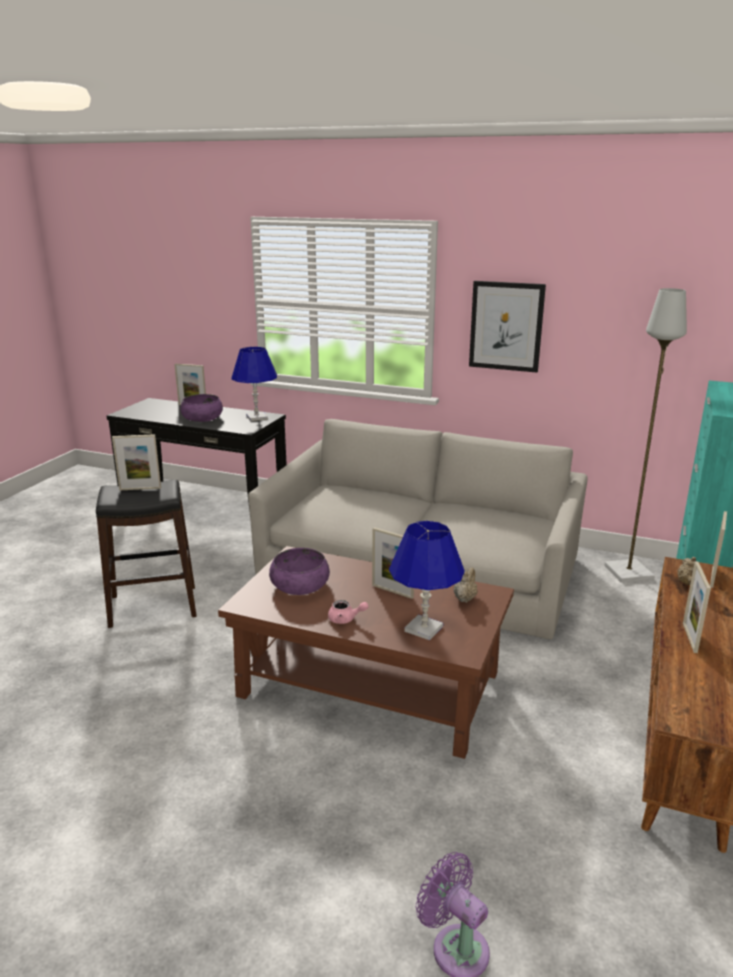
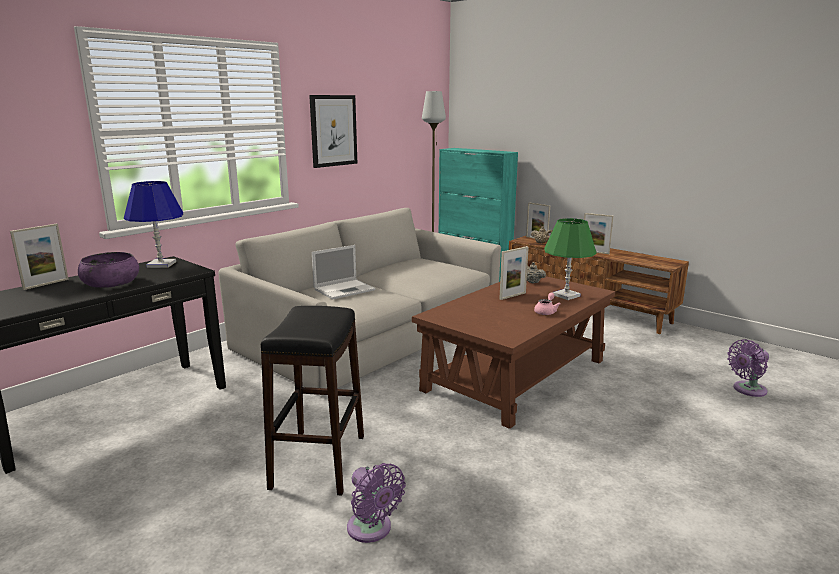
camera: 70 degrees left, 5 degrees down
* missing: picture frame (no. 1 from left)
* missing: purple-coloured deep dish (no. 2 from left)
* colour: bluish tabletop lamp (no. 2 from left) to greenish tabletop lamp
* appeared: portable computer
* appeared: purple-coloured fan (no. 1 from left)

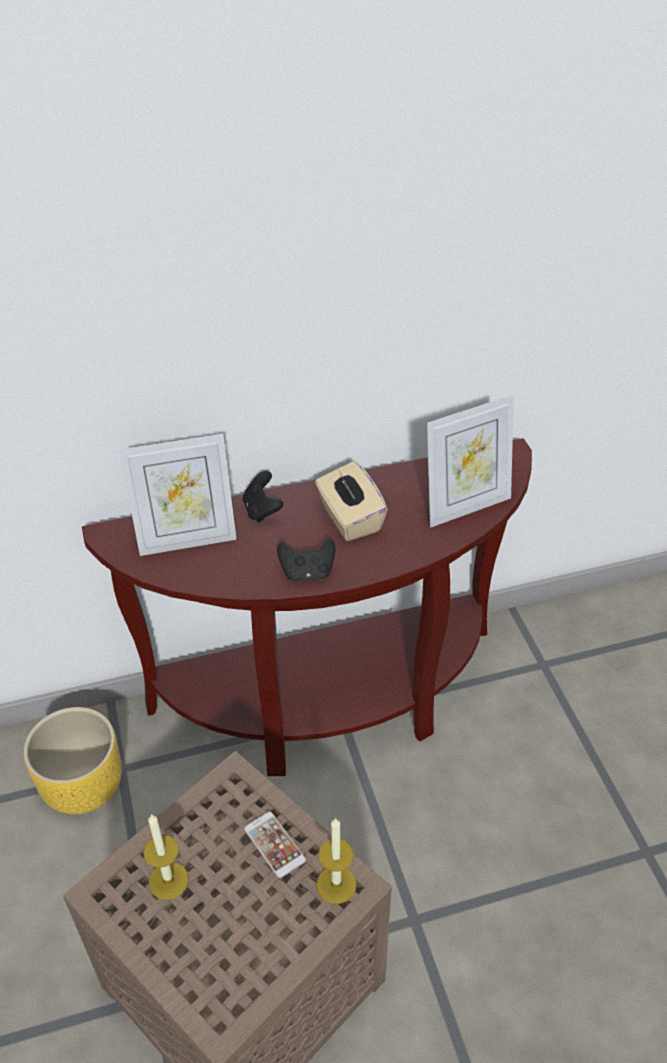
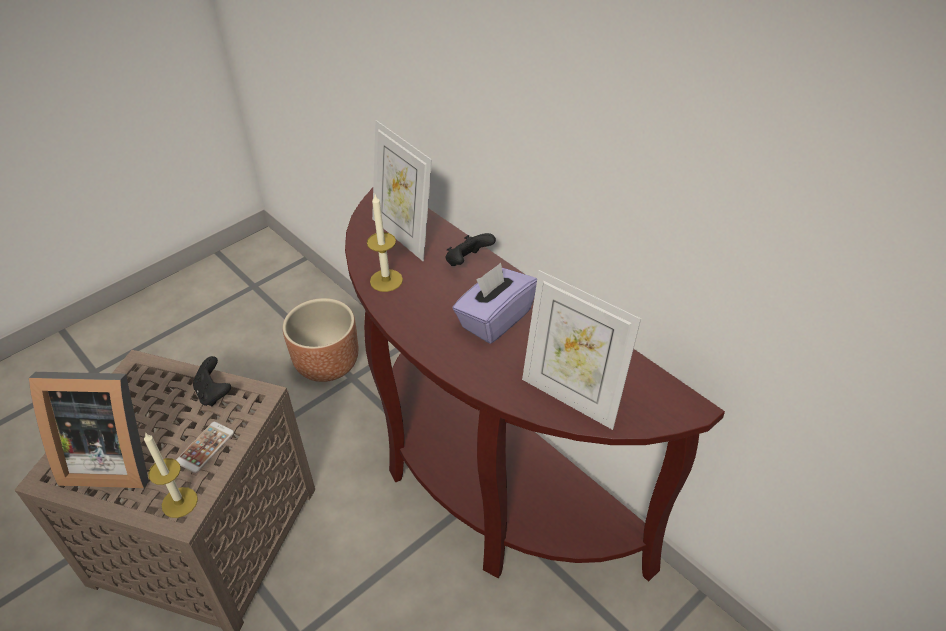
camera: 65 degrees right, 0 degrees up
* colour: yellow flower pot to brownish flower pot
* relocated: wax light (no. 1 from left in the first image) to wax light (no. 2 from left)
* relocated: blackish joypad (no. 2 from left in the first image) to blackish joypad (no. 1 from left)
* colour: beige tissue box to purple-coloured tissue box
* appeared: picture frame (no. 1 from left)

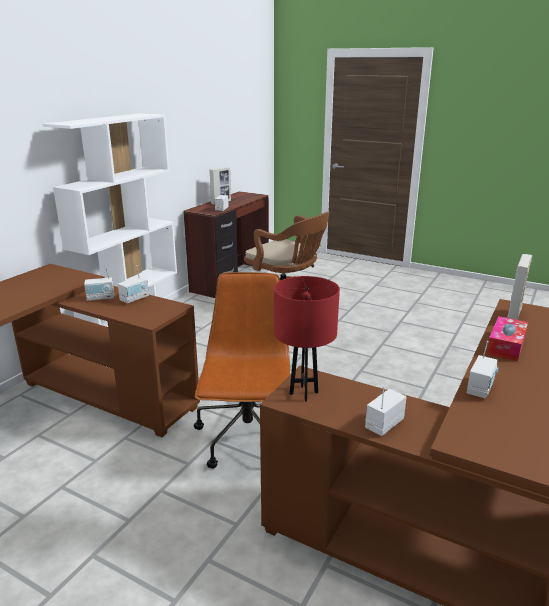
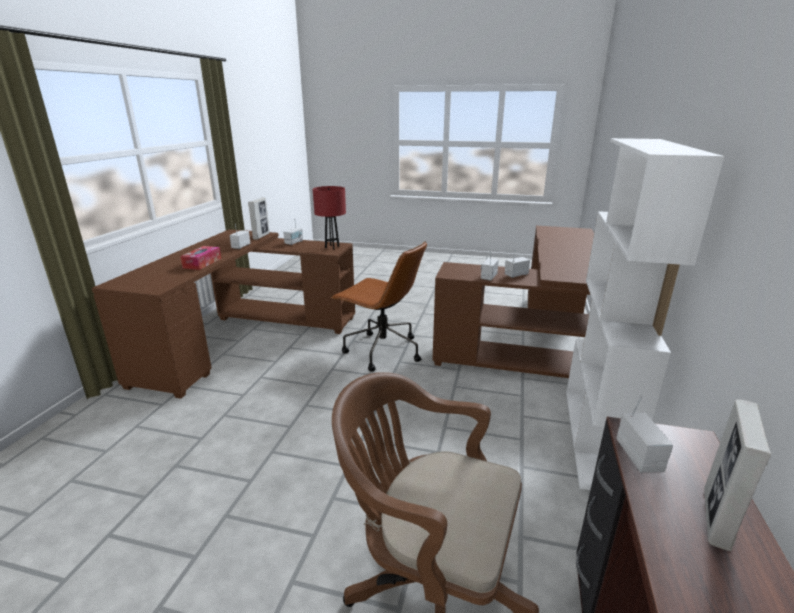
camera: 165 degrees right, 0 degrees up
* spun: brownish desk chair (no. 1 from left) 45 degrees counterclockwise
* relocated: picture frame (no. 2 from left in the first image) to picture frame (no. 1 from left)

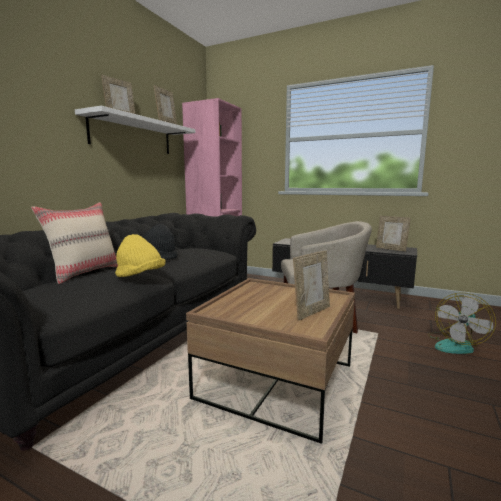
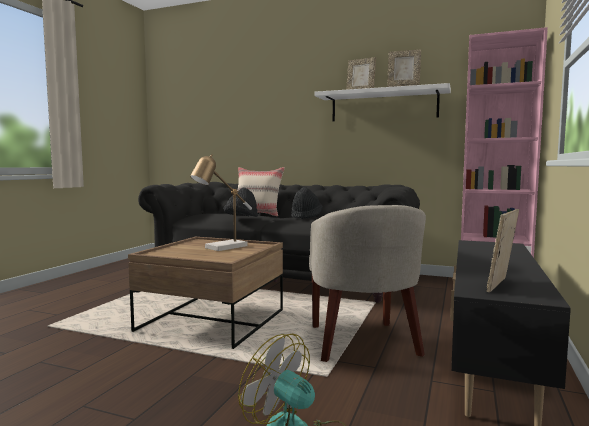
camera: 85 degrees right, 5 degrees down
* colour: yellow hat to blackish hat (no. 1 from left)
* missing: picture frame (no. 3 from left)
* appeared: tabletop lamp

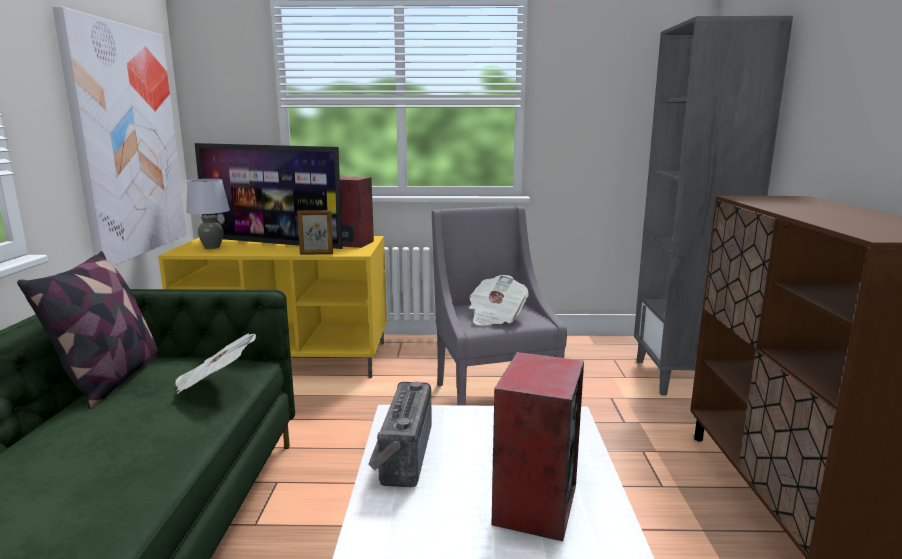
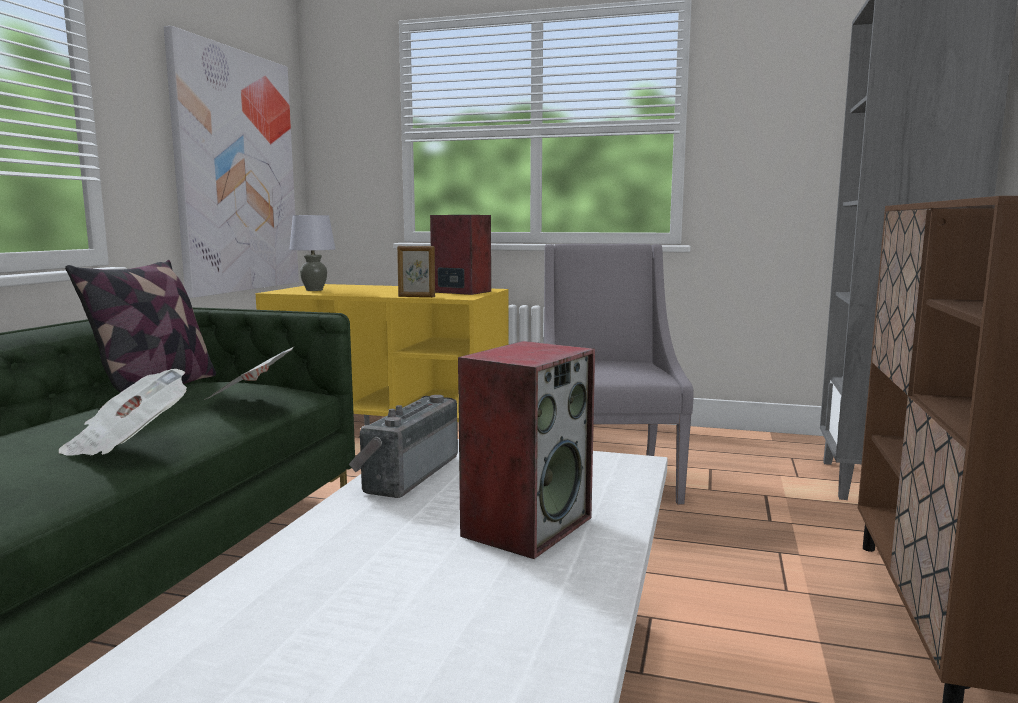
camera: 15 degrees right, 5 degrees down
* missing: television
* relocated: printed paper (no. 2 from left in the first image) to printed paper (no. 1 from left)

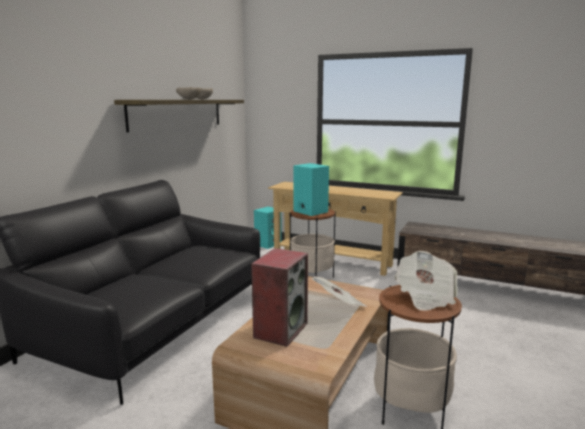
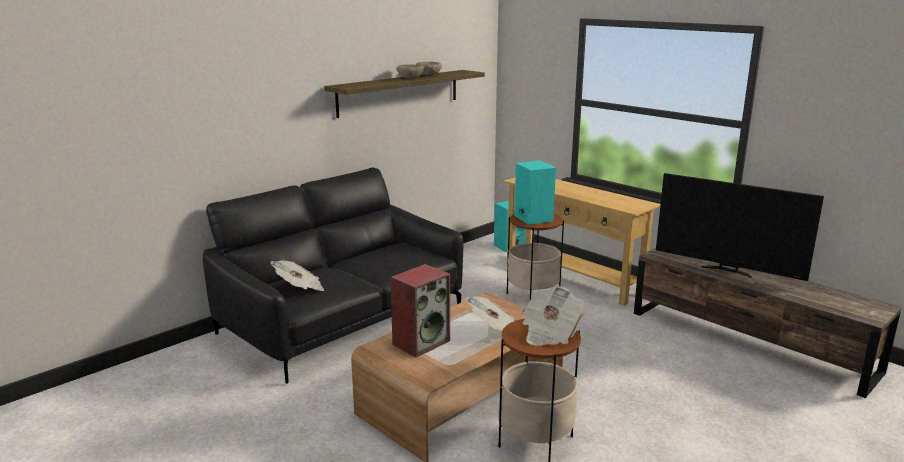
camera: 20 degrees right, 5 degrees up
* appeared: printed paper (no. 1 from left)
* appeared: television

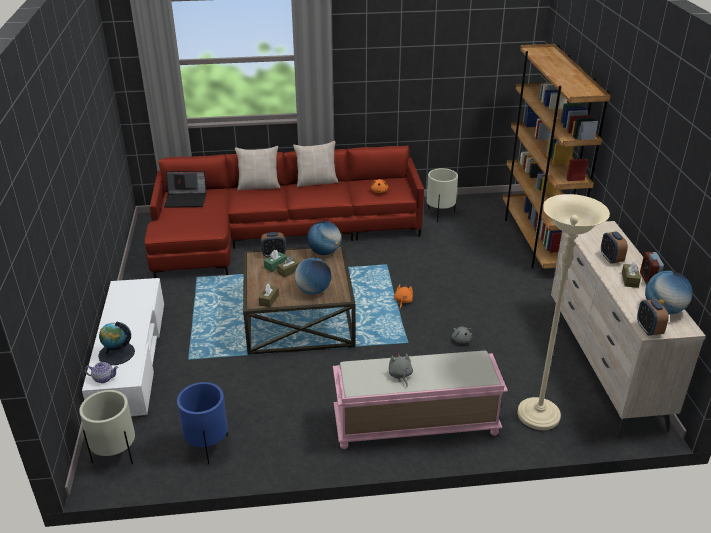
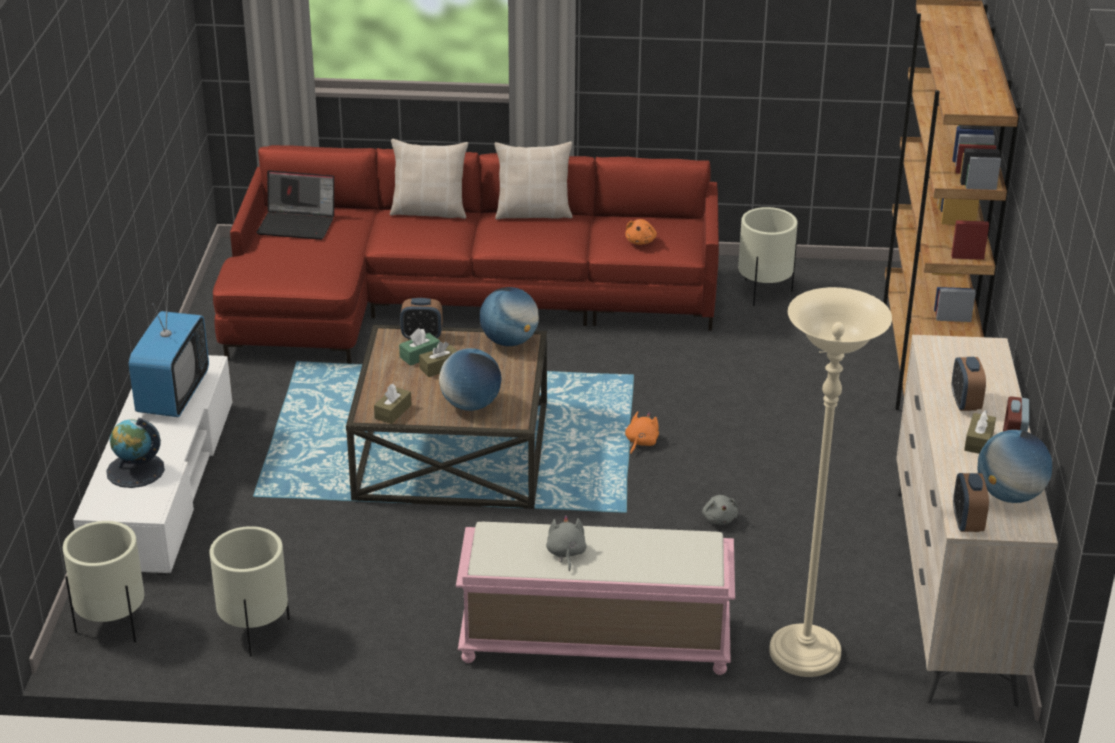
camera: 10 degrees right, 0 degrees up
* missing: teapot
* colour: bluish flower pot to beige flower pot (no. 2 from left)
* appeared: television

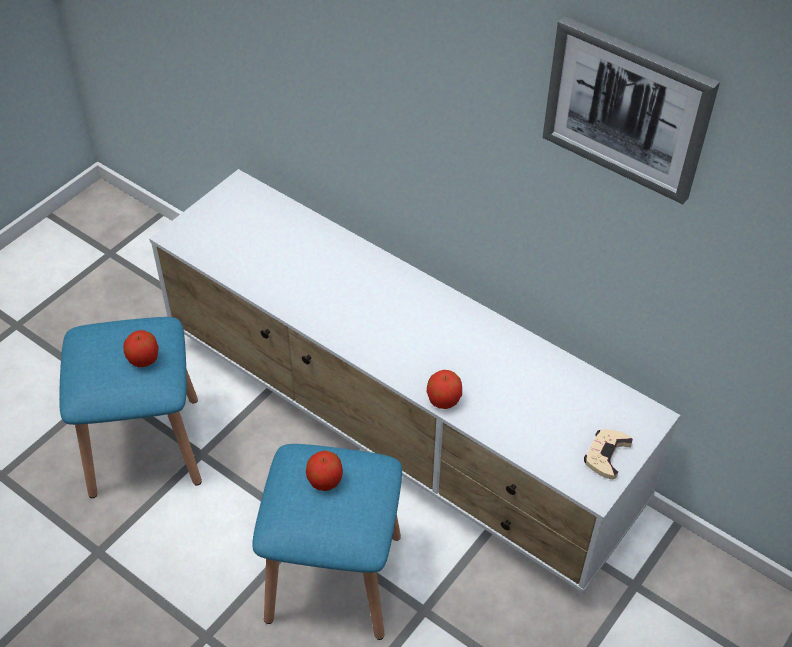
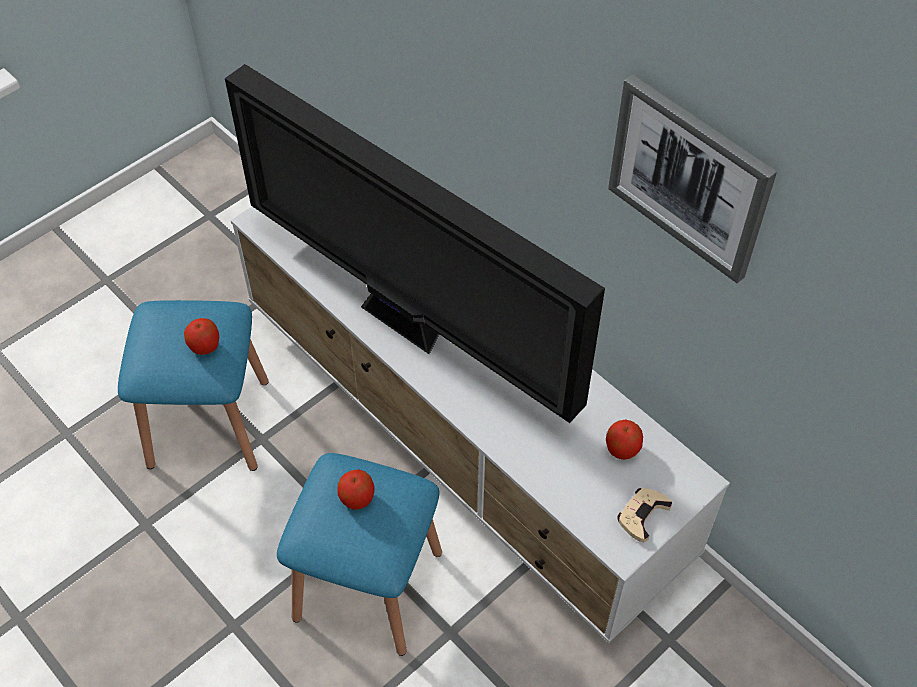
camera: 10 degrees right, 5 degrees up
* relocated: apple (no. 3 from left)
* appeared: television

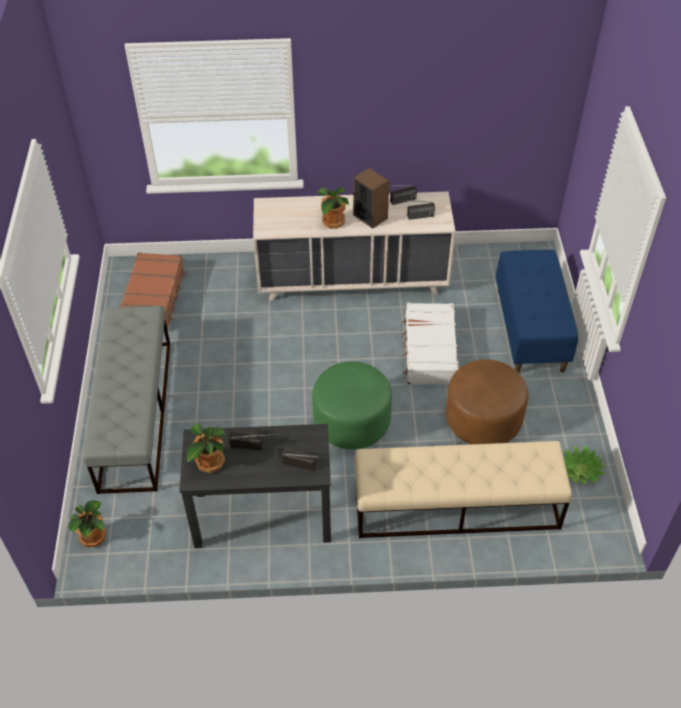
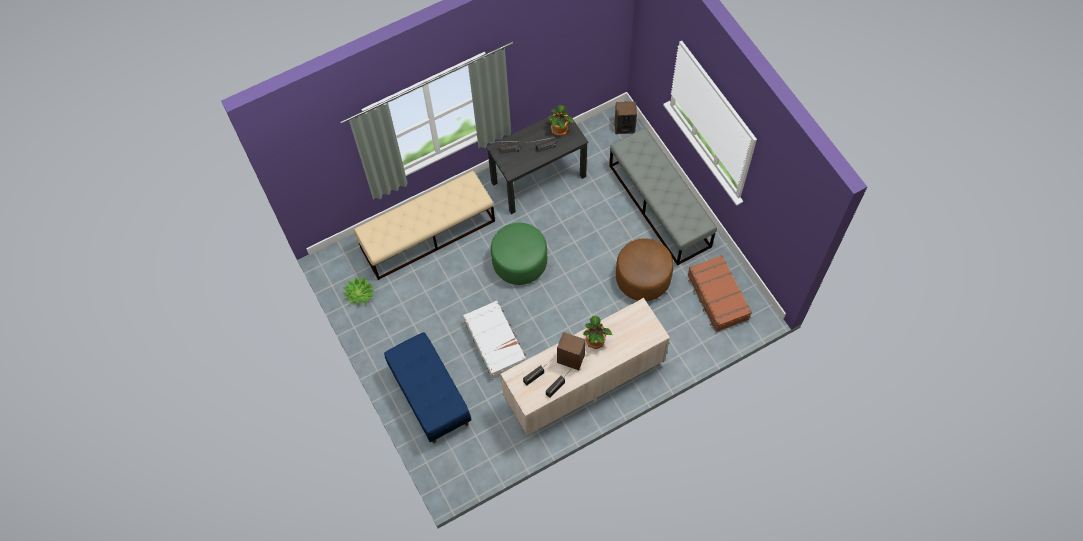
camera: 155 degrees right, 15 degrees up
* exchanged: houseplant (no. 1 from left) to audio speaker (no. 2 from left)
* relocated: brownish footrest

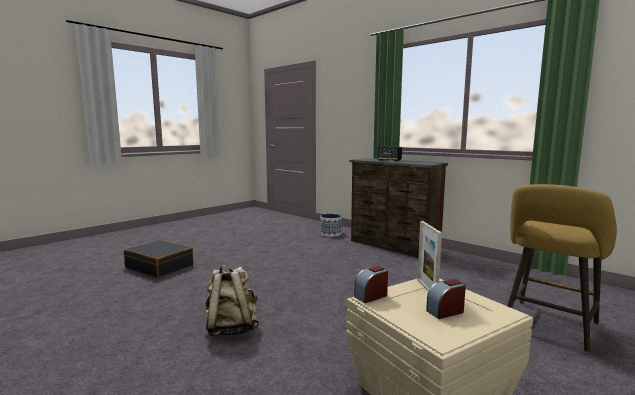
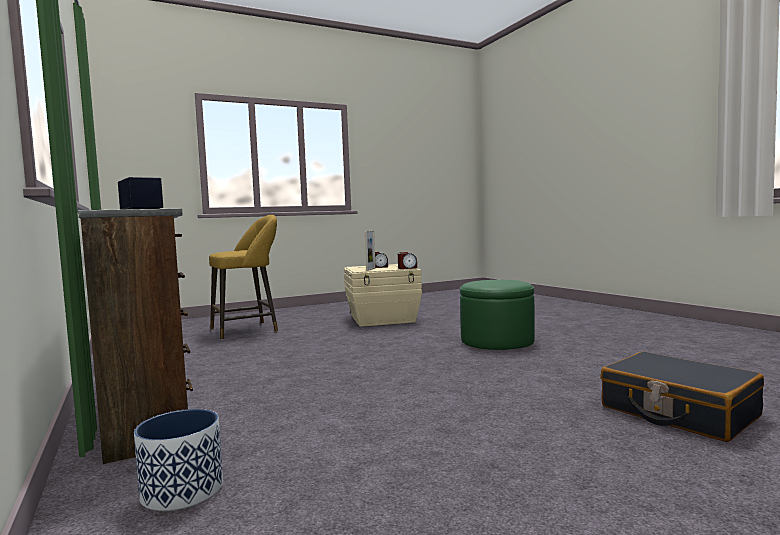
camera: 160 degrees left, 5 degrees down
* exchanged: beige knapsack to greenish footrest

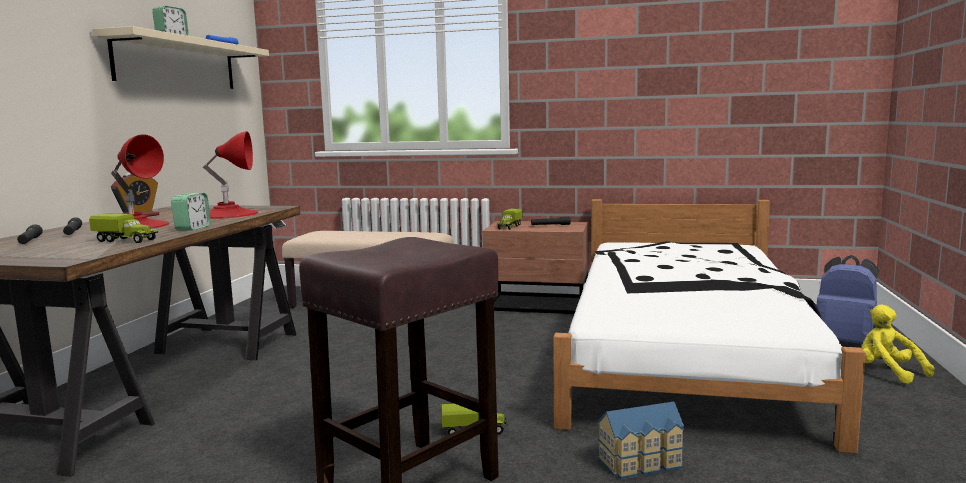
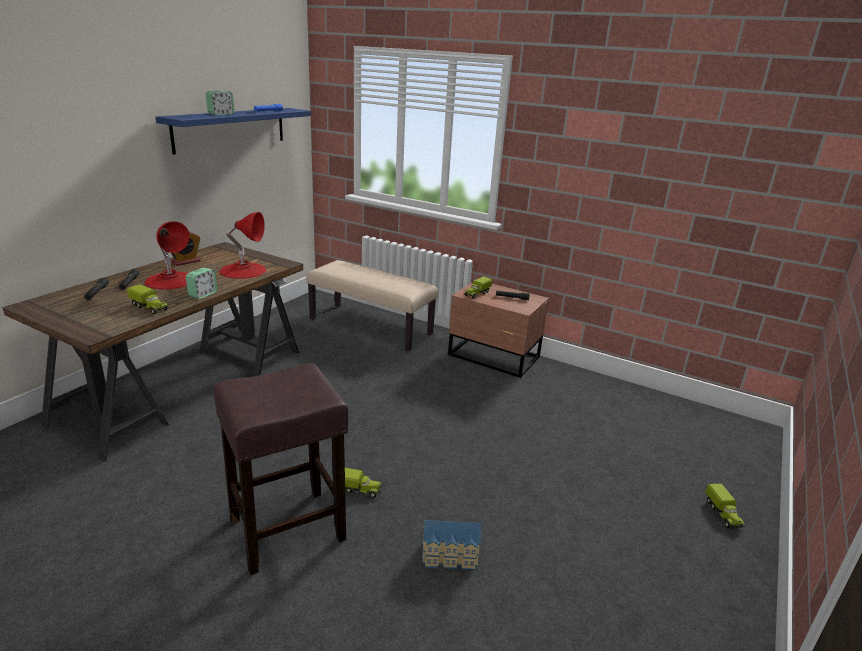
camera: 15 degrees right, 15 degrees up
* colour: beige bracket shelf to bluish bracket shelf
* missing: white bed
* missing: bluish knapsack
* exchanged: yellow soft toy to toy lorry (no. 4 from left)

